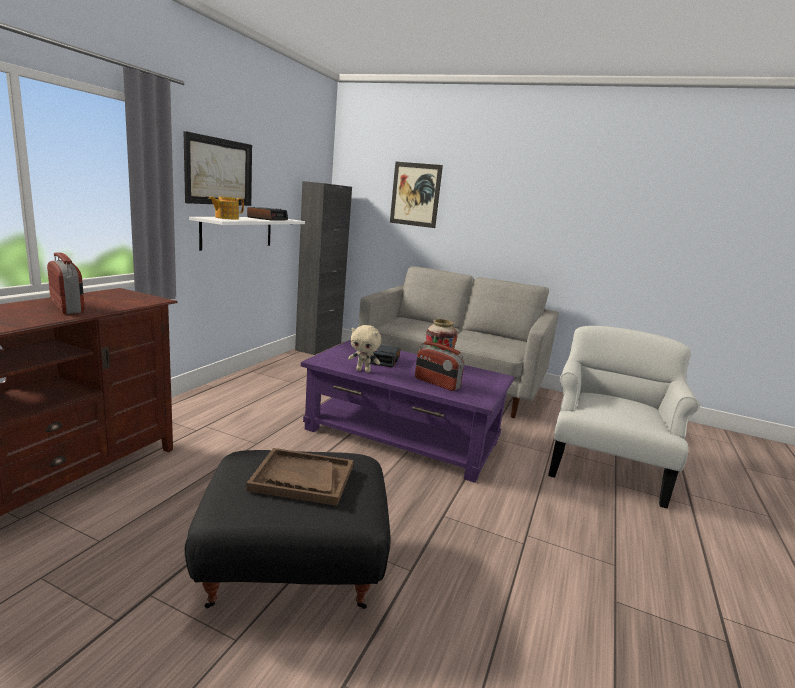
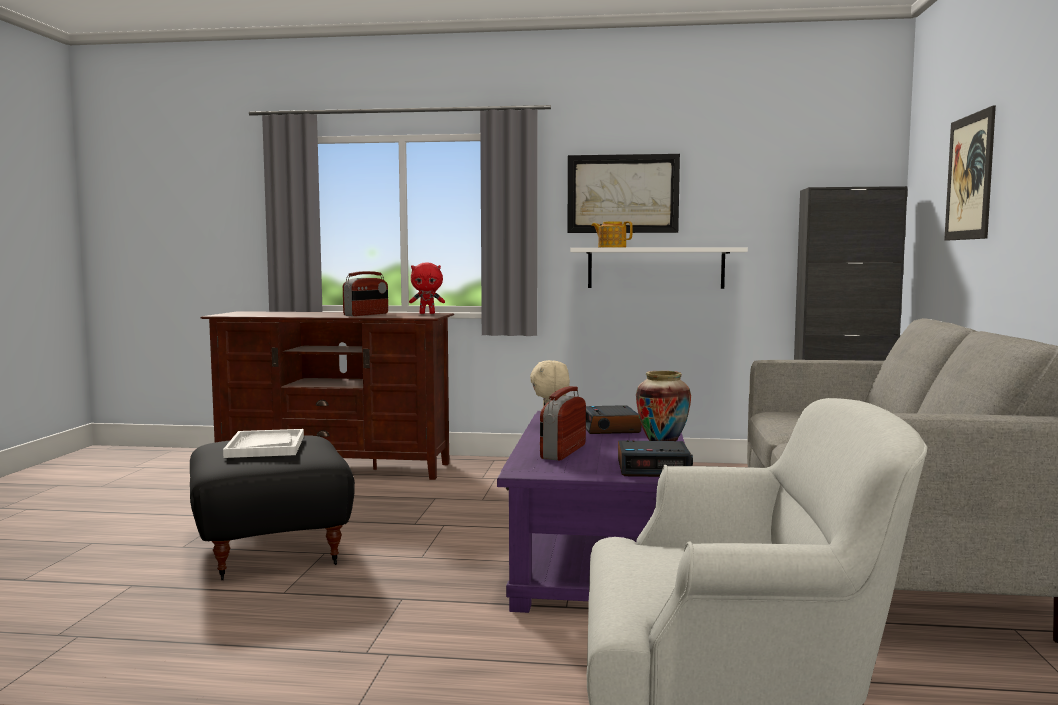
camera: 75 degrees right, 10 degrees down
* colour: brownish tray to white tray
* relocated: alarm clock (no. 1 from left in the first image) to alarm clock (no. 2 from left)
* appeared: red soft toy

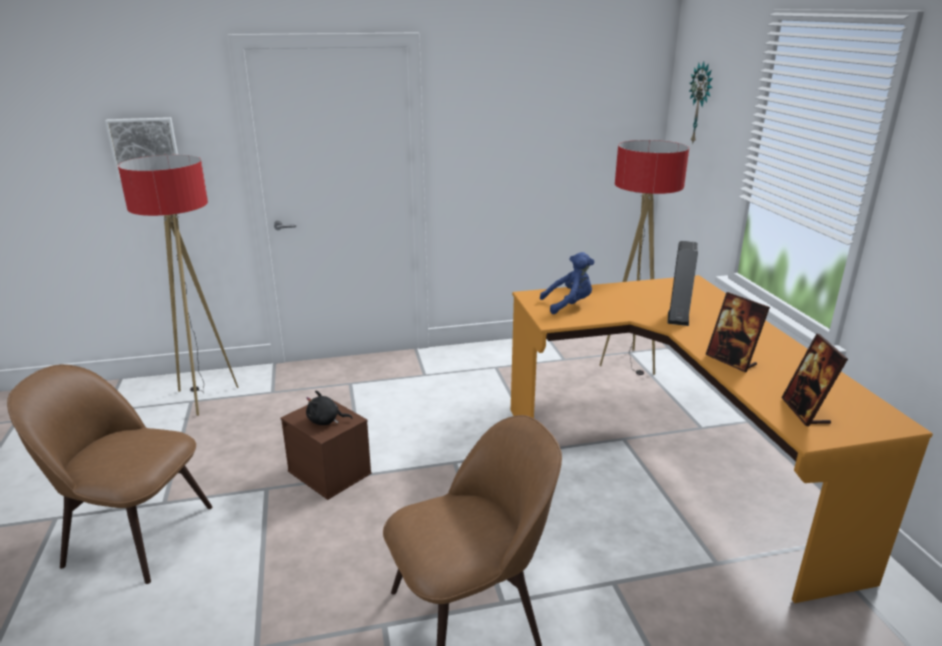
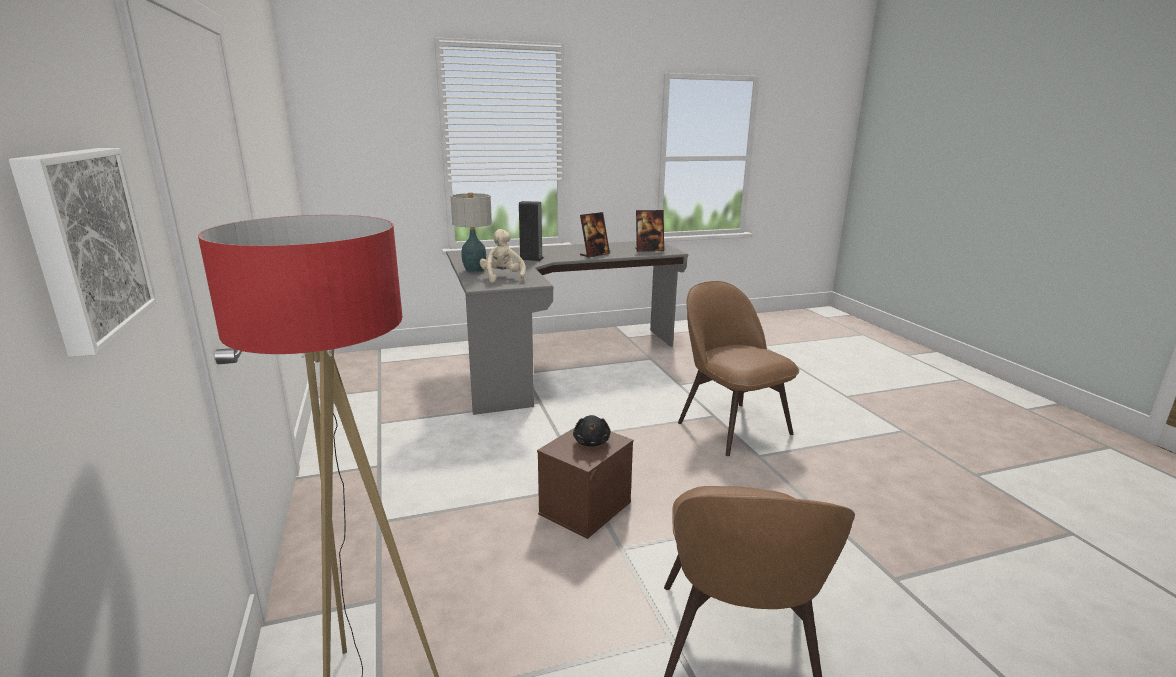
camera: 95 degrees left, 5 degrees down
* colour: orange-coloured desk to greyish desk
* colour: bluish soft toy to beige soft toy
* missing: standing lamp (no. 2 from left)
* missing: wall clock
* appeared: tabletop lamp

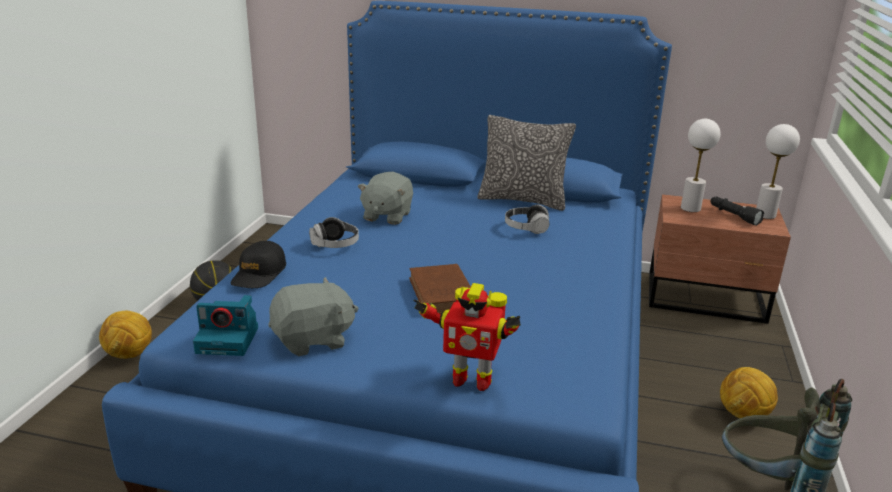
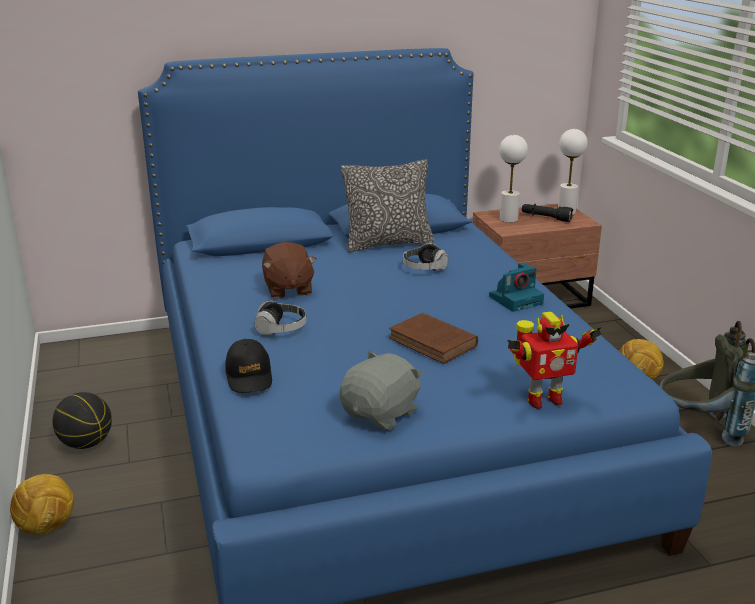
camera: 30 degrees left, 0 degrees up
* relocated: still camera
* colour: greyish soft toy (no. 2 from left) to brownish soft toy

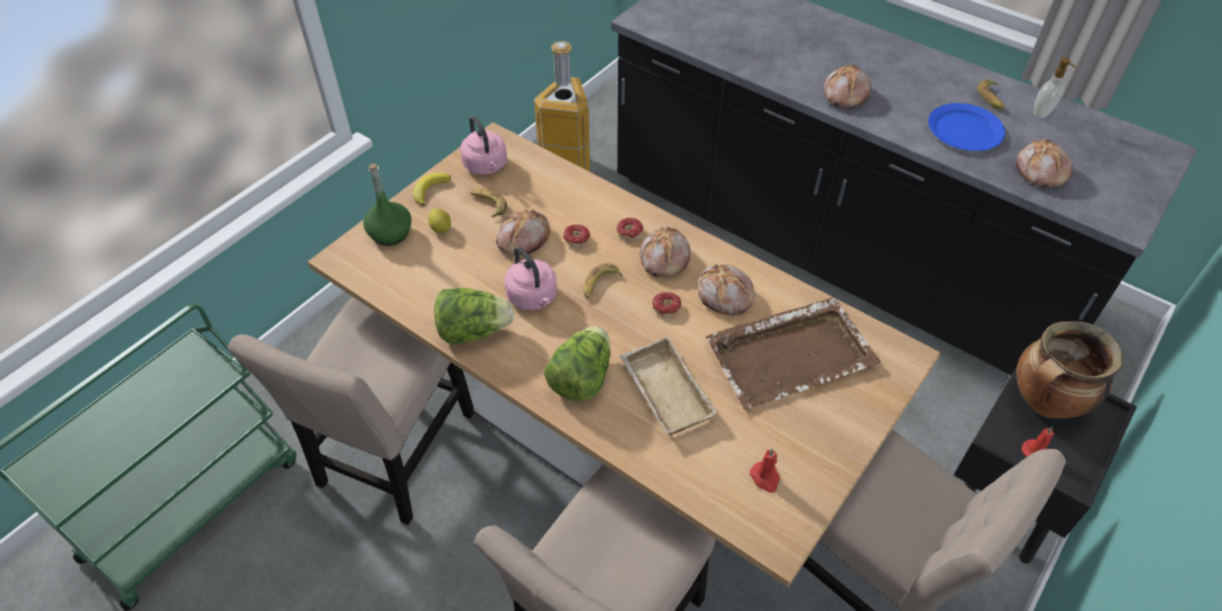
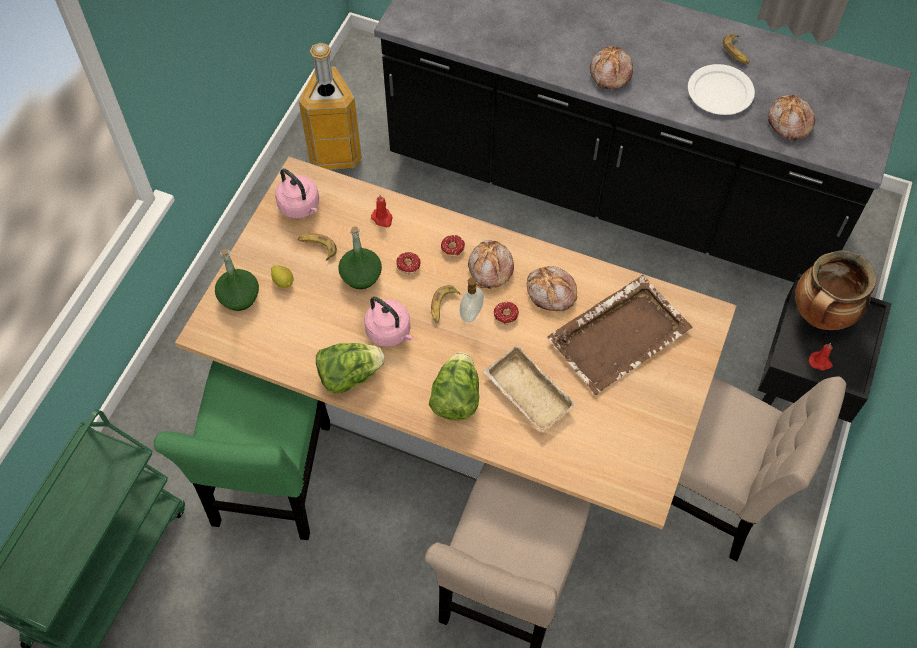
camera: 15 degrees left, 10 degrees up
* colour: beige upright chair (no. 1 from left) to greenish upright chair
* missing: whole banana (no. 1 from left)
* exchanged: bakery bread (no. 1 from left) to greenish beverage bottle (no. 2 from left)
* relocated: red wax light (no. 1 from left)
* colour: bluish dinner plate to white dinner plate
* relocated: soap dispenser

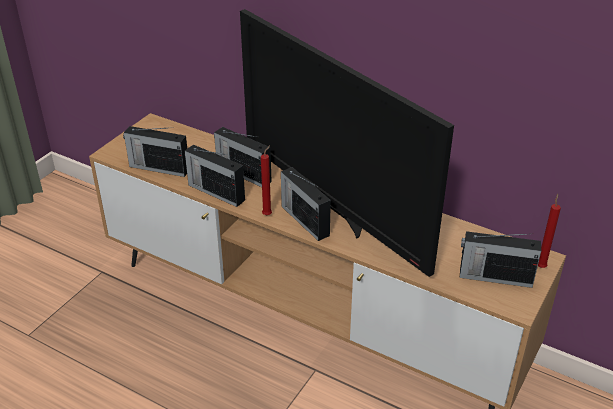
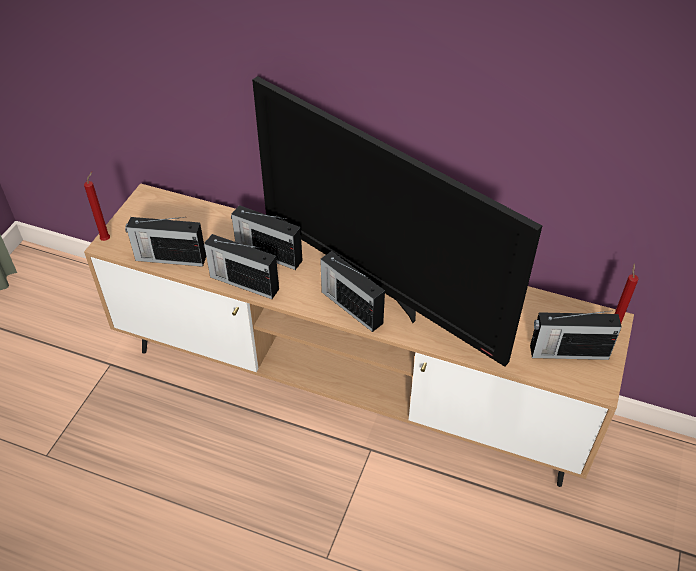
camera: 10 degrees left, 10 degrees up
* relocated: red wax light (no. 1 from left)

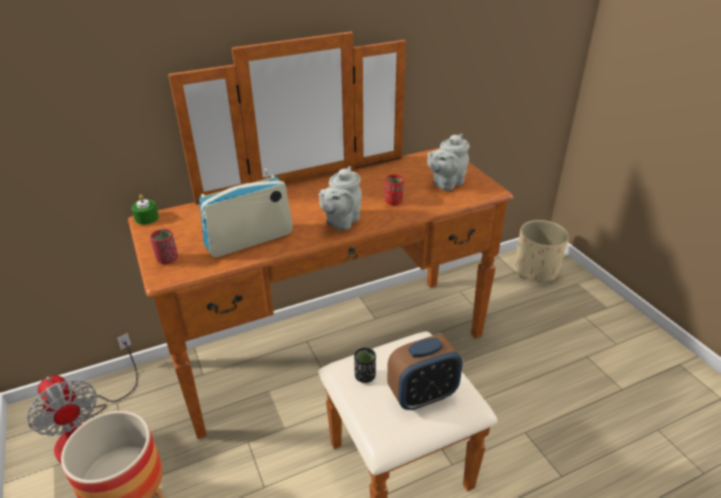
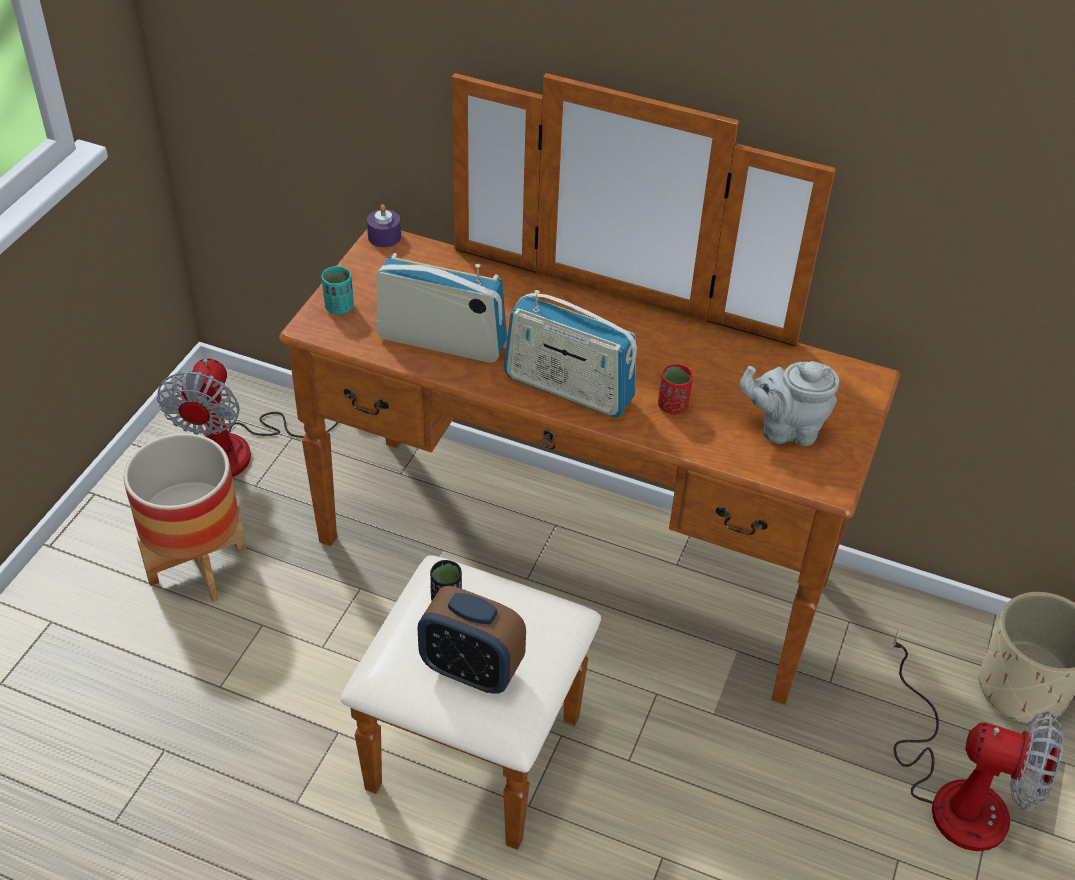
camera: 45 degrees right, 10 degrees up
* colour: greenish wax light to purple-coloured wax light
* colour: red cup (no. 1 from left) to turquoise cup
* exchanged: greyish teapot (no. 1 from left) to radio set (no. 2 from left)
* appeared: fan (no. 2 from left)

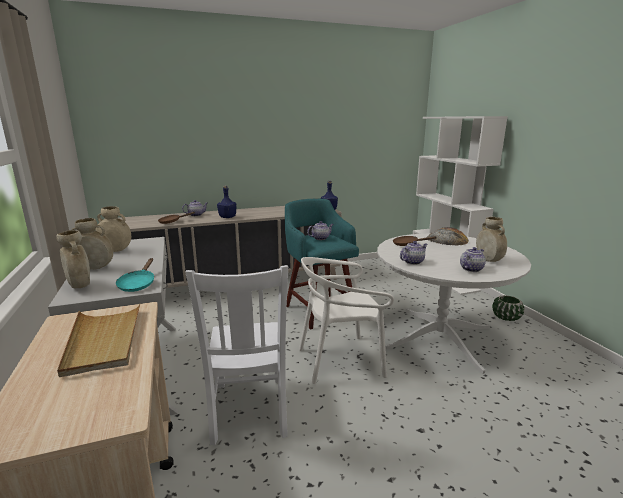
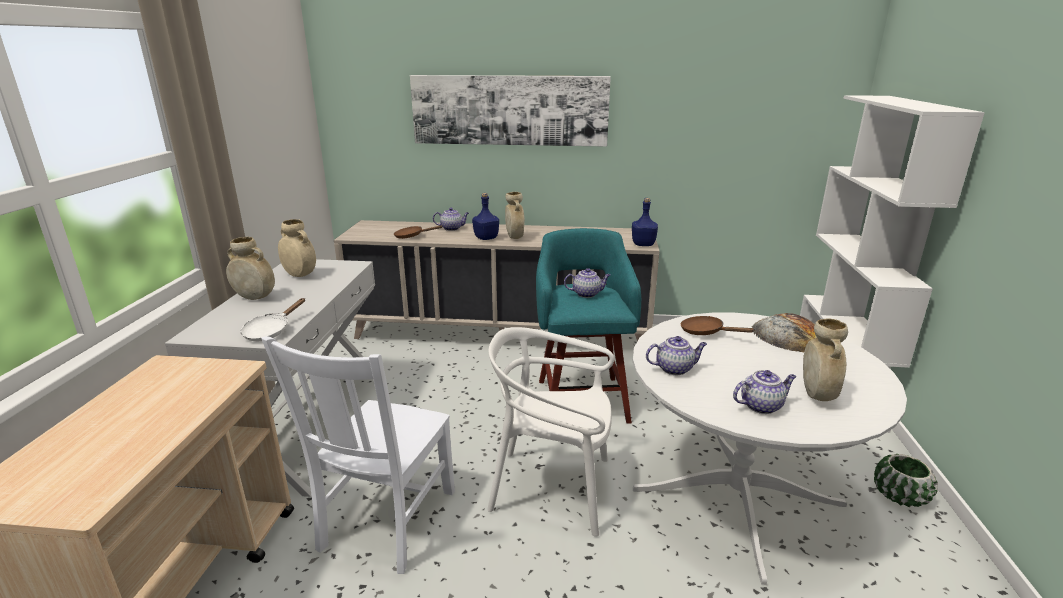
camera: 25 degrees right, 5 degrees up
* relocated: beige flower vase (no. 1 from left in the first image) to beige flower vase (no. 3 from left)
* missing: beige tray
* colour: turquoise frying pan to white frying pan
* appeared: wall picture

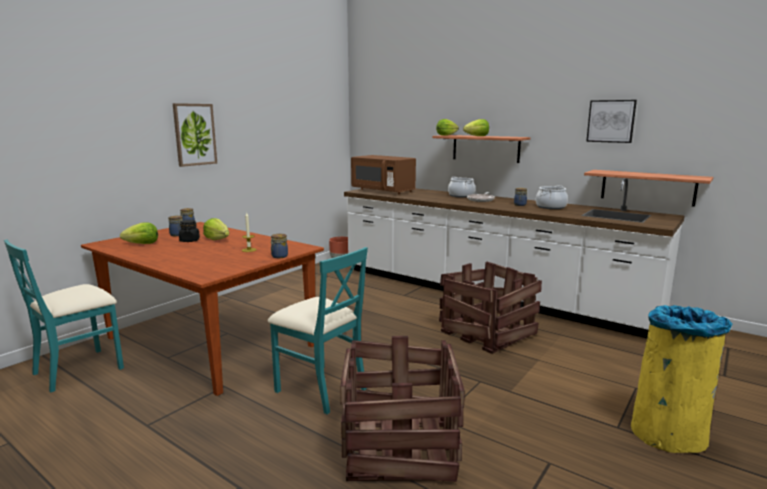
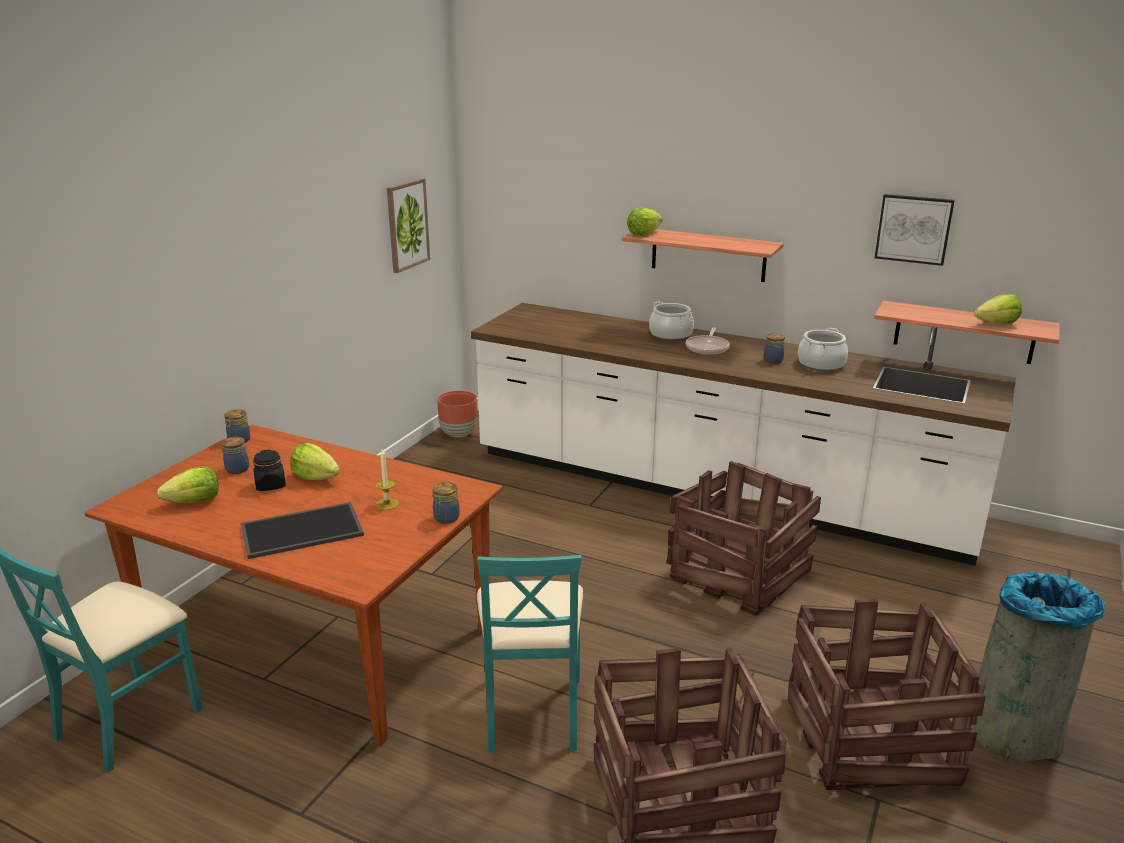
camera: 10 degrees left, 10 degrees up
* relocated: wall picture (no. 1 from left)
* spun: turquoise upright chair (no. 2 from left) 60 degrees clockwise
* missing: brownish microwave
* relocated: lettuce (no. 4 from left)
* colour: yellow rubbish bin to greyish rubbish bin
* appeared: tray
* appeared: packing crate (no. 3 from left)

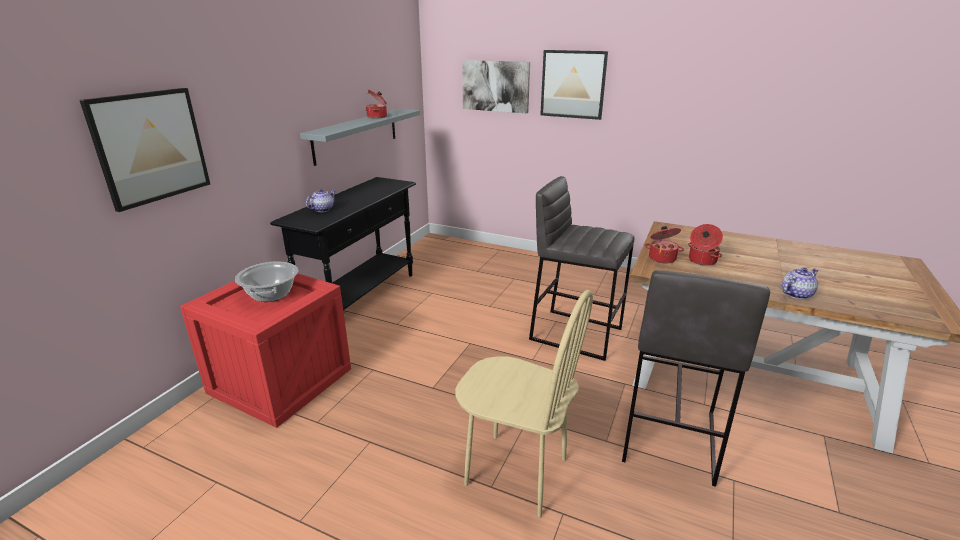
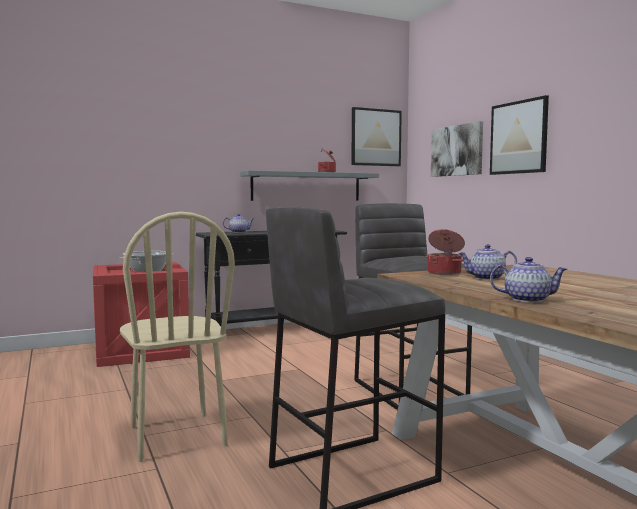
camera: 40 degrees right, 20 degrees down
* relocated: wall picture (no. 1 from left)
* exchanged: cooking pot (no. 4 from left) to teapot (no. 2 from left)

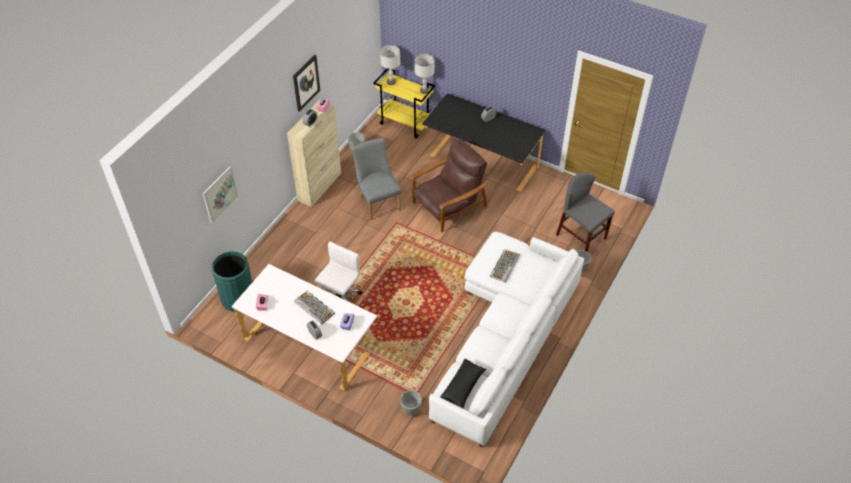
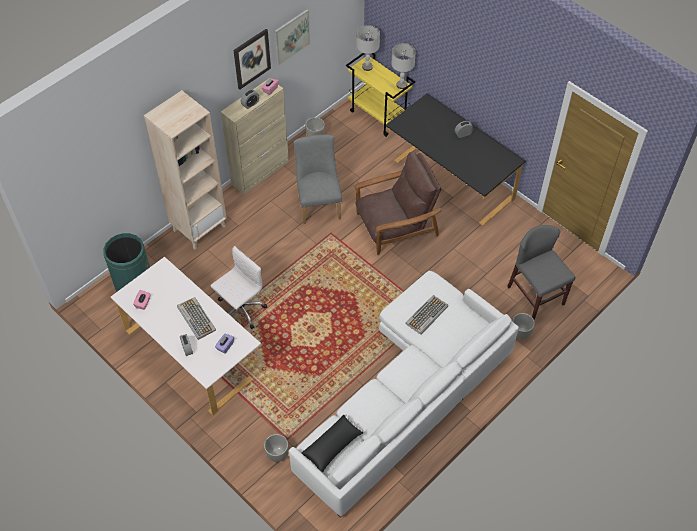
camera: 15 degrees right, 5 degrees up
* relocated: wall picture (no. 1 from left in the first image) to wall picture (no. 2 from left)
* appeared: beige shelving unit

